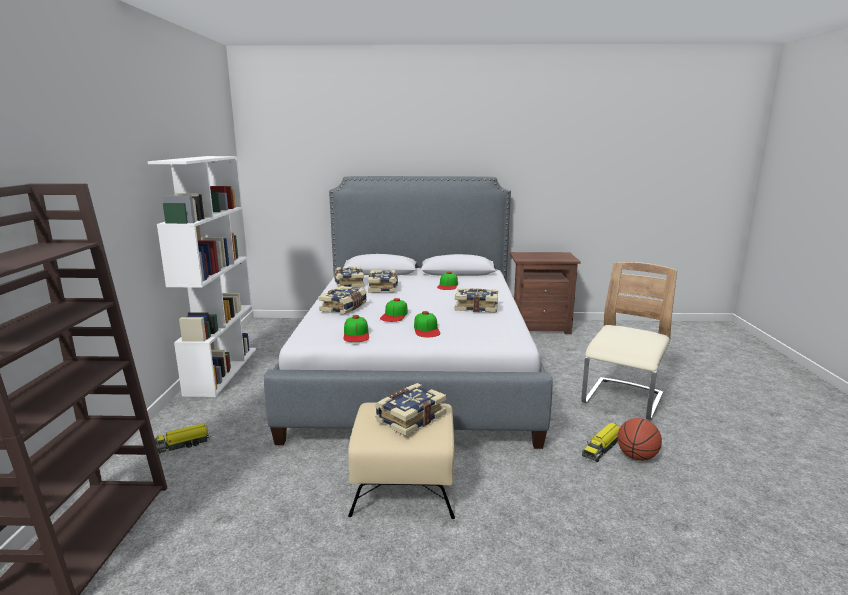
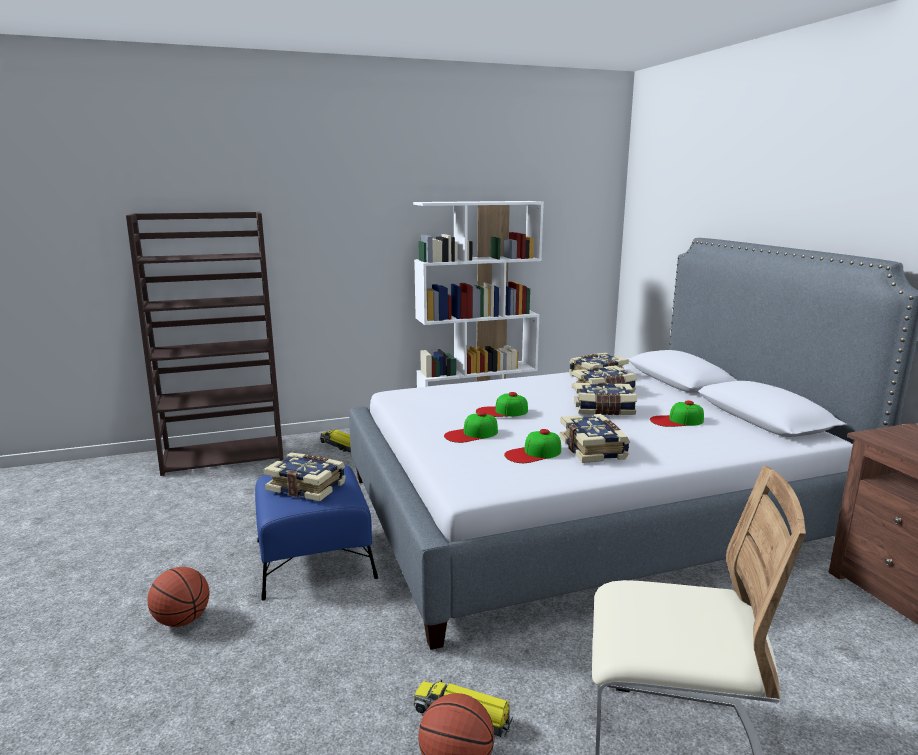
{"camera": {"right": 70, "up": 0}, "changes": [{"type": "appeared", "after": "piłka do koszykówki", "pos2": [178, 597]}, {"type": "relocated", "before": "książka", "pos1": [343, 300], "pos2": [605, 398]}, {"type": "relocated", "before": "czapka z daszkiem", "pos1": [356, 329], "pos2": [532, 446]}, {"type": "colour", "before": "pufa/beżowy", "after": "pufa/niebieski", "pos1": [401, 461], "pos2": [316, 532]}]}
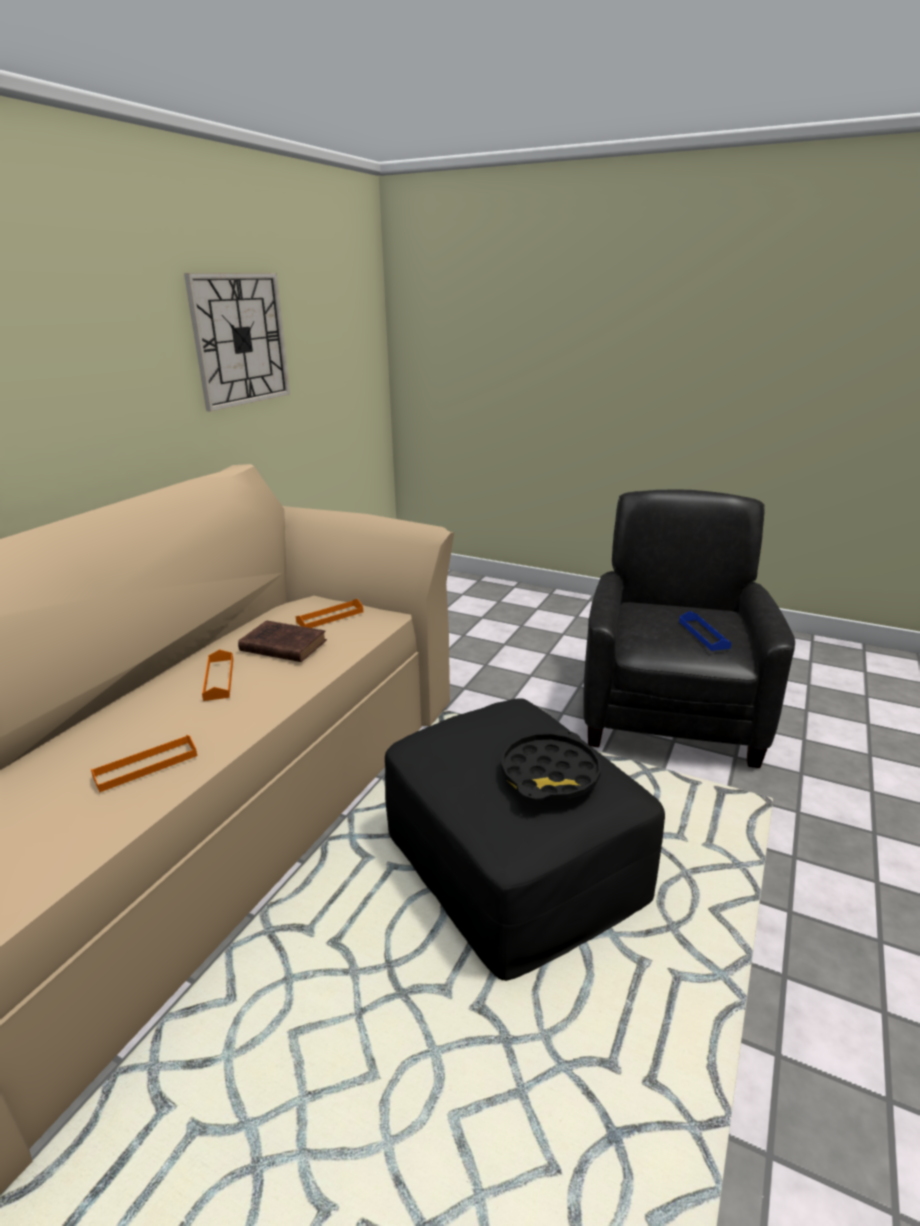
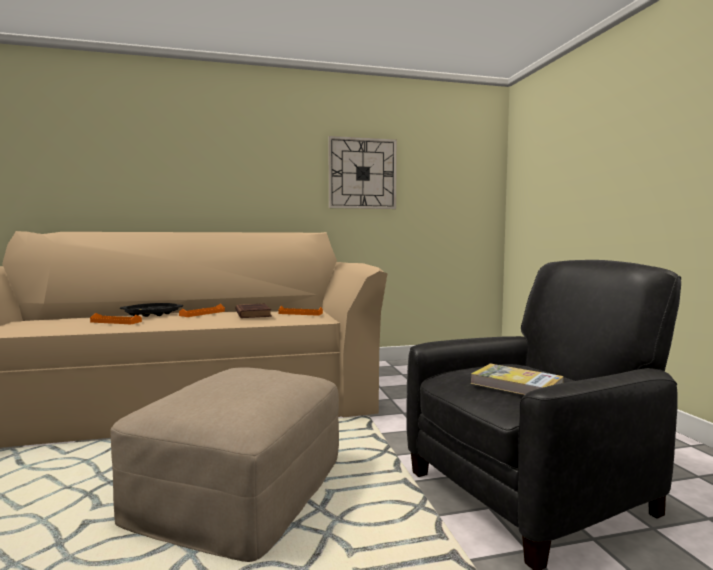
{"camera": {"right": 50, "up": -20}, "changes": [{"type": "relocated", "before": "taca/czarny", "pos1": [551, 765], "pos2": [151, 310]}, {"type": "exchanged", "before": "taca/niebieski", "after": "książka", "pos1": [705, 631], "pos2": [517, 379]}, {"type": "colour", "before": "pufa/czarny", "after": "pufa/beżowy", "pos1": [525, 839], "pos2": [224, 464]}]}
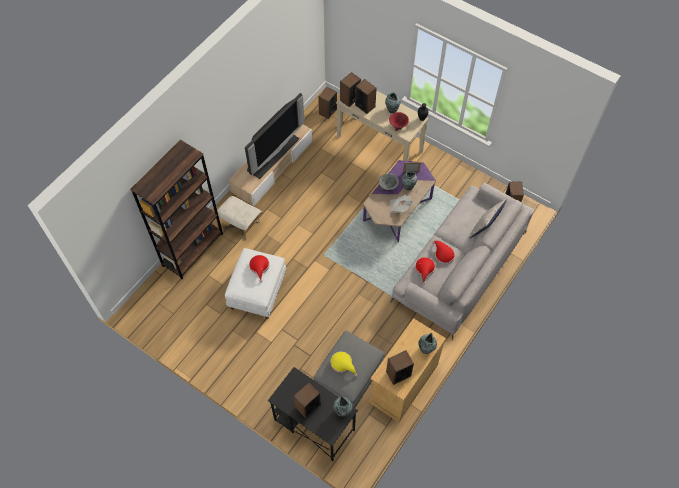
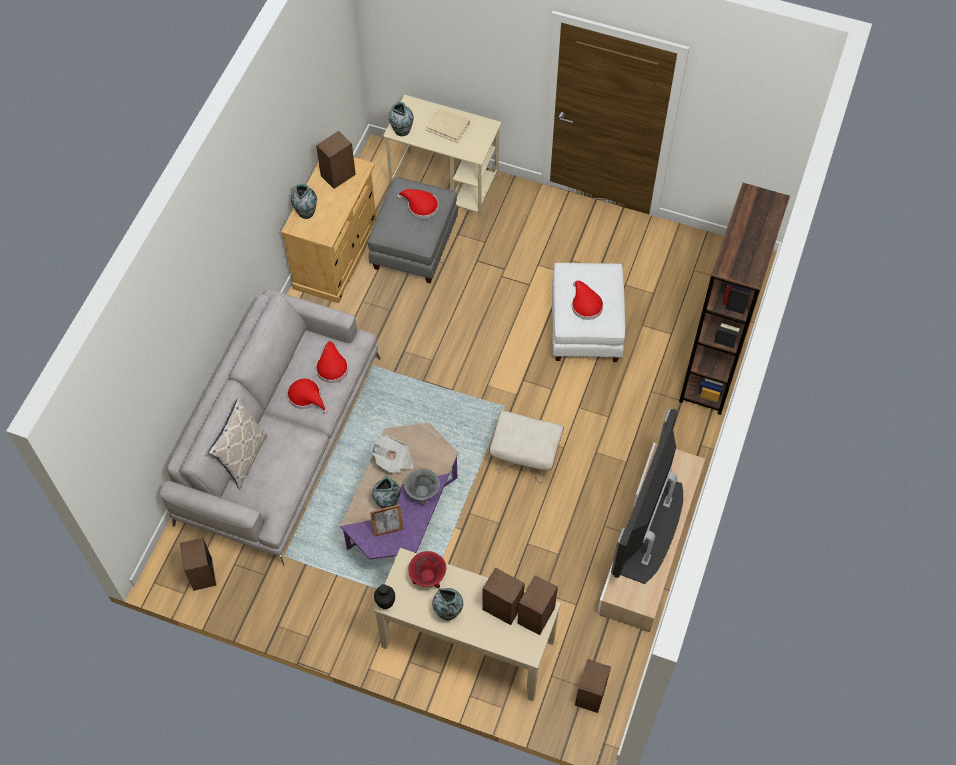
{"camera": {"right": 165, "up": 0}, "changes": [{"type": "relocated", "before": "pufa/beżowy", "pos1": [239, 218], "pos2": [526, 447]}, {"type": "exchanged", "before": "głośnik", "after": "książka/beżowy", "pos1": [307, 400], "pos2": [448, 125]}, {"type": "colour", "before": "biurko/czarny", "after": "biurko/beżowy", "pos1": [313, 414], "pos2": [442, 155]}, {"type": "colour", "before": "kapelusz/żółty", "after": "kapelusz/czerwony", "pos1": [343, 364], "pos2": [417, 204]}]}
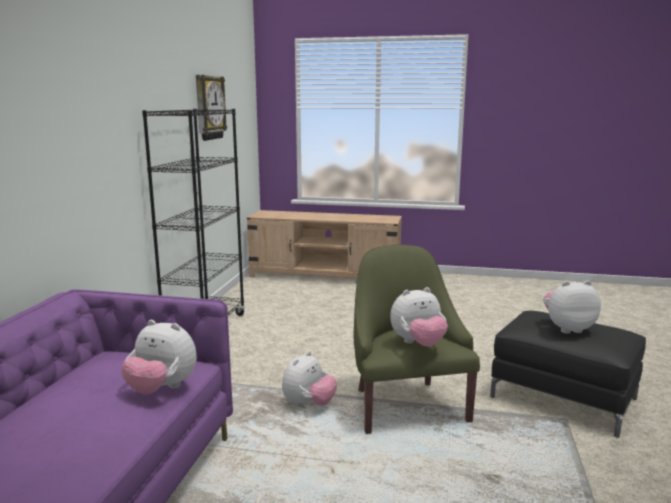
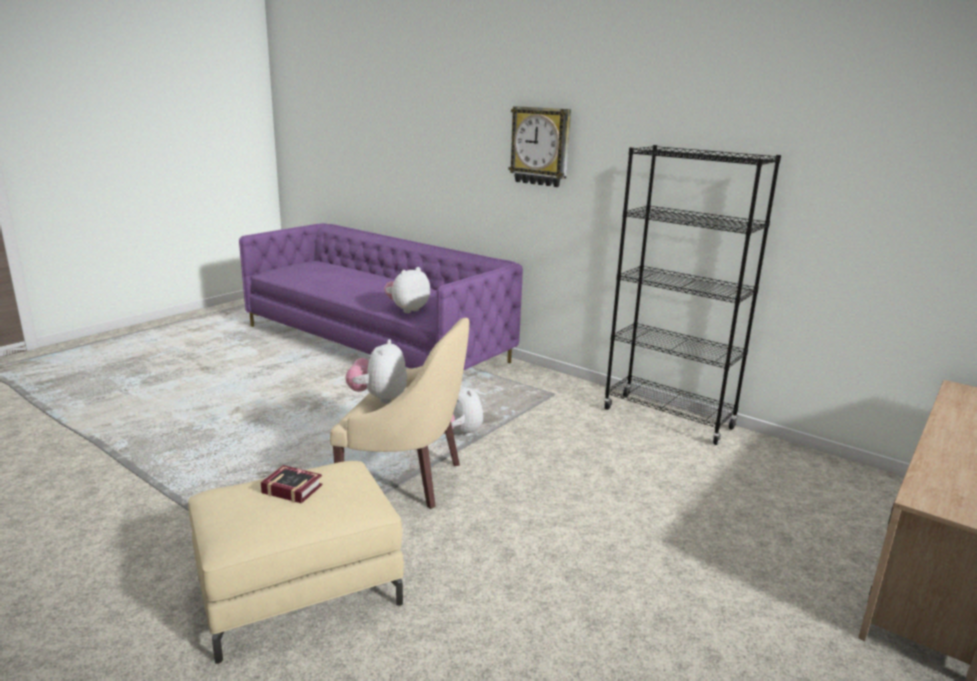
{"camera": {"right": 115, "up": 5}, "changes": [{"type": "relocated", "before": "zegar ścienny", "pos1": [211, 108], "pos2": [540, 146]}, {"type": "exchanged", "before": "pluszak", "after": "książka", "pos1": [572, 307], "pos2": [292, 484]}, {"type": "colour", "before": "fotel/zielony", "after": "fotel/beżowy", "pos1": [416, 339], "pos2": [399, 413]}, {"type": "colour", "before": "pufa/czarny", "after": "pufa/beżowy", "pos1": [568, 374], "pos2": [296, 562]}]}
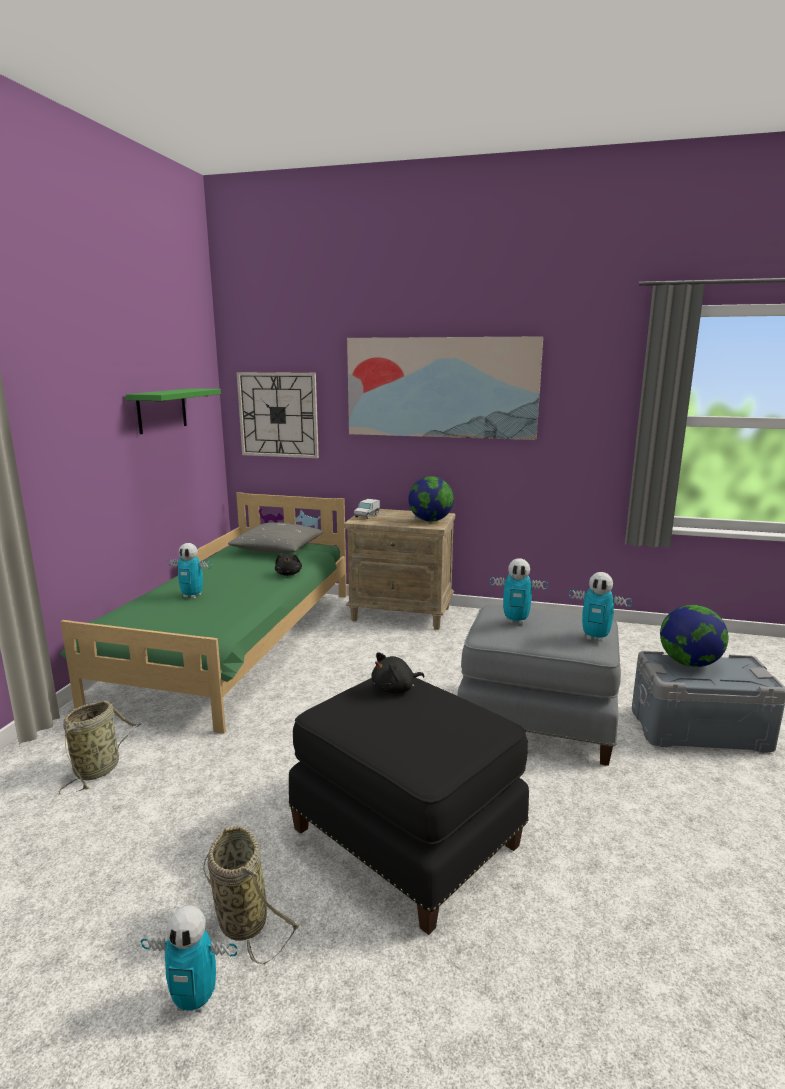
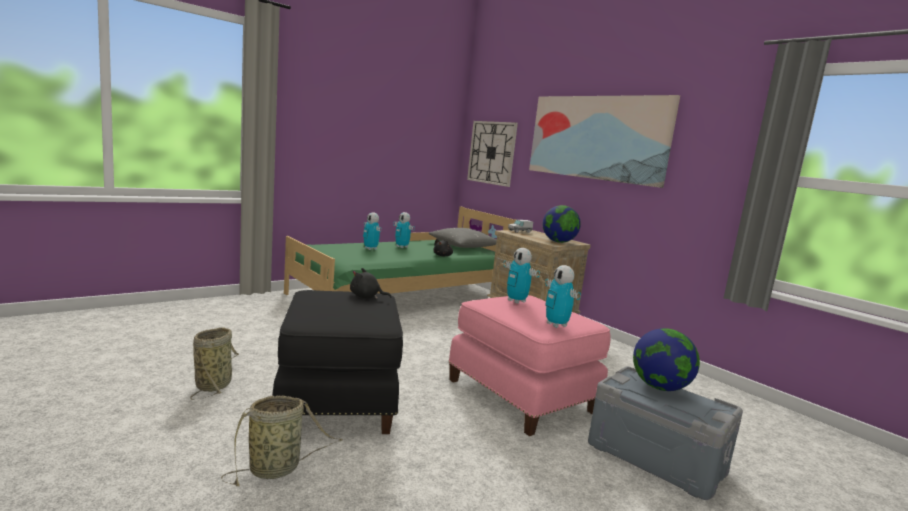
{"camera": {"right": 35, "up": -5}, "changes": [{"type": "missing", "before": "półka/zielony", "pos1": [173, 411]}, {"type": "relocated", "before": "koszyk", "pos1": [99, 747], "pos2": [282, 440]}, {"type": "relocated", "before": "robot zabawkowy", "pos1": [189, 959], "pos2": [404, 230]}, {"type": "colour", "before": "pufa/szary", "after": "pufa/różowy", "pos1": [539, 685], "pos2": [530, 365]}]}
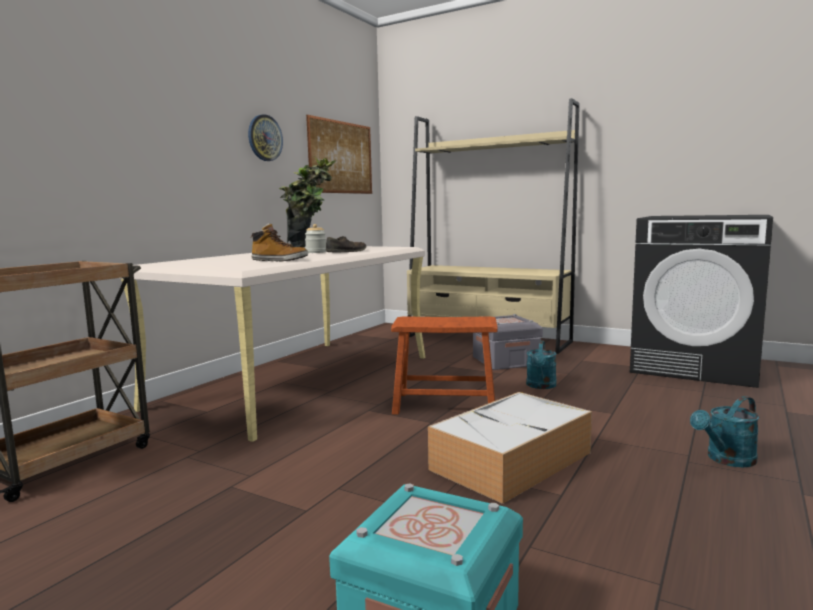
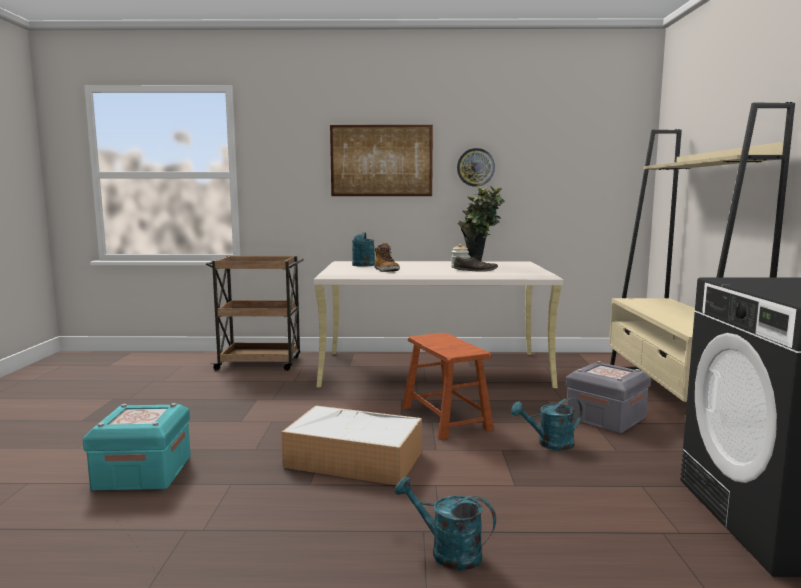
{"camera": {"right": 60, "up": 0}, "changes": [{"type": "appeared", "after": "konewka/turkusowy", "pos2": [363, 249]}, {"type": "relocated", "before": "obraz", "pos1": [339, 154], "pos2": [381, 160]}]}
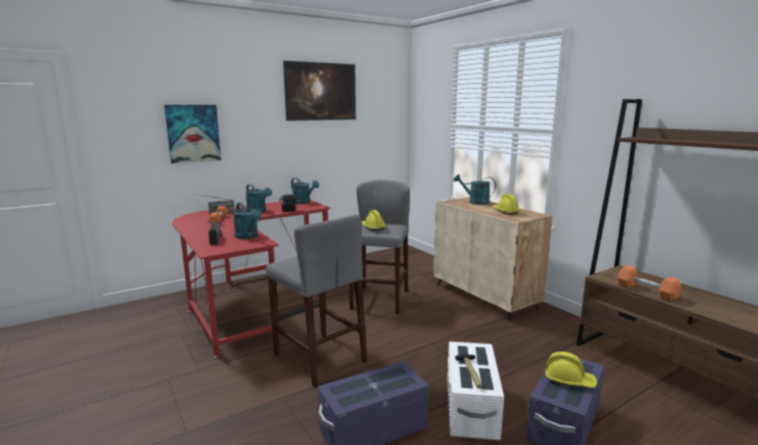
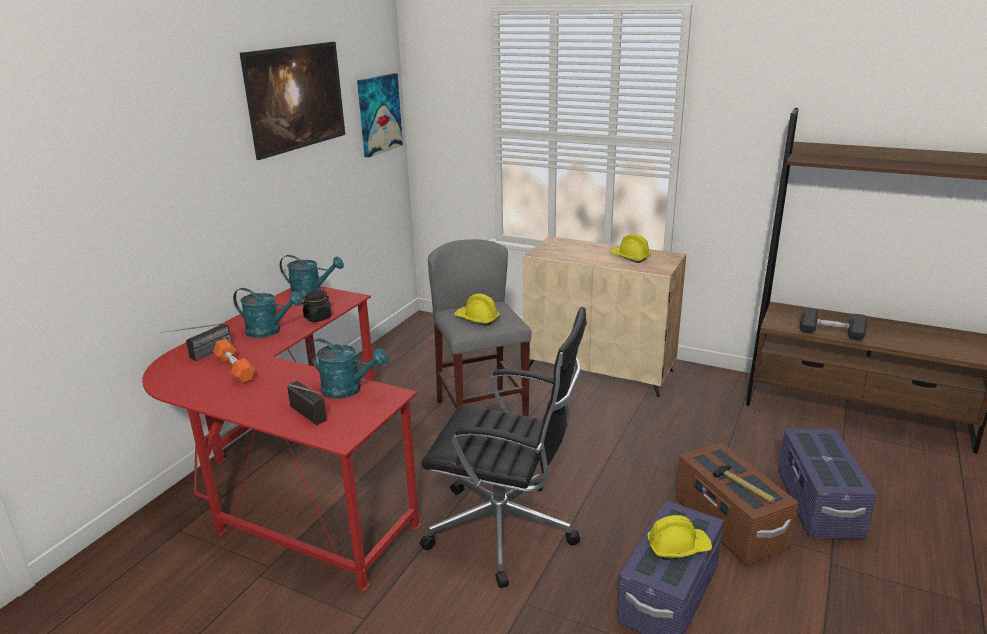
{"camera": {"right": -30, "up": 10}, "changes": [{"type": "missing", "before": "konewka/turkusowy", "pos1": [475, 189]}, {"type": "relocated", "before": "obraz", "pos1": [192, 134], "pos2": [380, 115]}, {"type": "relocated", "before": "kask/żółty", "pos1": [571, 370], "pos2": [679, 537]}, {"type": "exchanged", "before": "stołek/szary", "after": "krzesło biurowe/czarny", "pos1": [316, 300], "pos2": [503, 447]}, {"type": "colour", "before": "pojemnik do przechowywania/biały", "after": "pojemnik do przechowywania/brązowy", "pos1": [475, 391], "pos2": [737, 503]}, {"type": "colour", "before": "hantel/pomarańczowy", "after": "hantel/szary", "pos1": [649, 283], "pos2": [834, 324]}]}
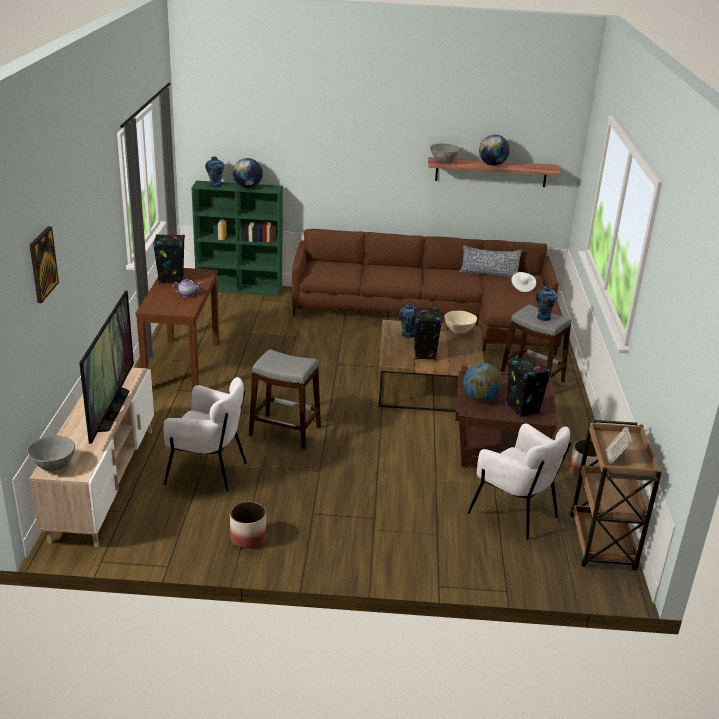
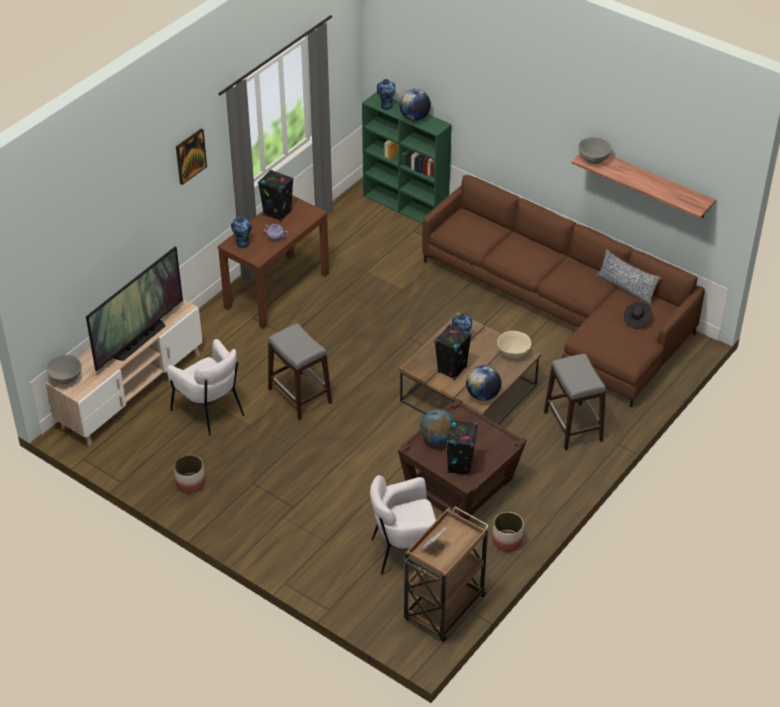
{"camera": {"right": 35, "up": 15}, "changes": [{"type": "relocated", "before": "obraz", "pos1": [44, 264], "pos2": [191, 156]}, {"type": "relocated", "before": "globus", "pos1": [494, 150], "pos2": [483, 383]}, {"type": "relocated", "before": "wazon", "pos1": [547, 303], "pos2": [241, 232]}, {"type": "colour", "before": "kapelusz/biały", "after": "kapelusz/czarny", "pos1": [523, 282], "pos2": [638, 315]}, {"type": "spun", "before": "fotel/biały", "pos1": [519, 482], "pos2": [403, 525], "turn": 90}]}
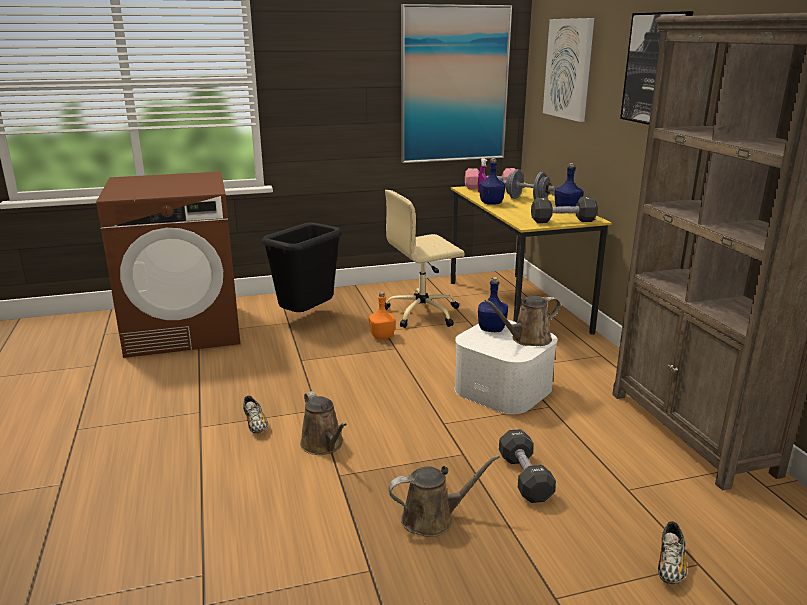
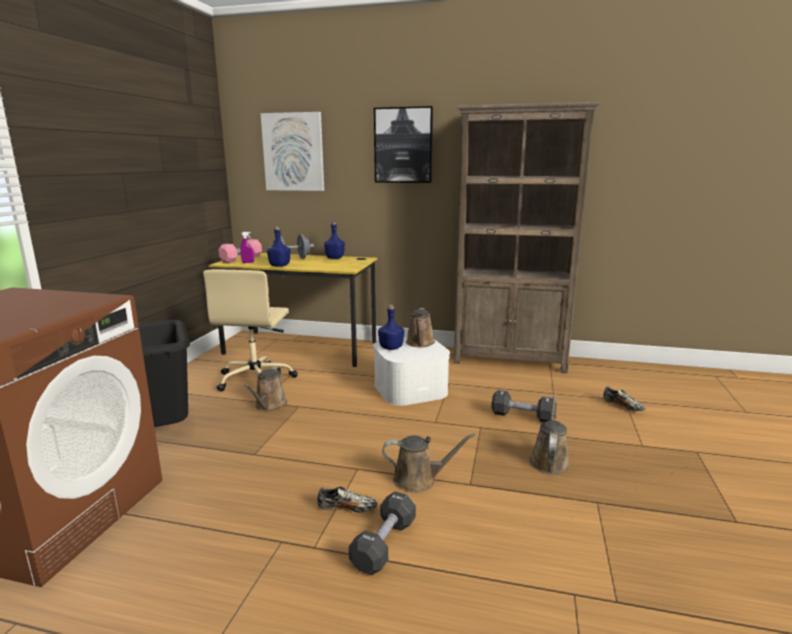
{"camera": {"right": -60, "up": -5}, "changes": [{"type": "missing", "before": "obraz", "pos1": [456, 83]}, {"type": "relocated", "before": "hantel/czarny", "pos1": [564, 210], "pos2": [382, 533]}, {"type": "exchanged", "before": "butelka/pomarańczowy", "after": "konewka/brązowy", "pos1": [382, 315], "pos2": [265, 389]}]}
